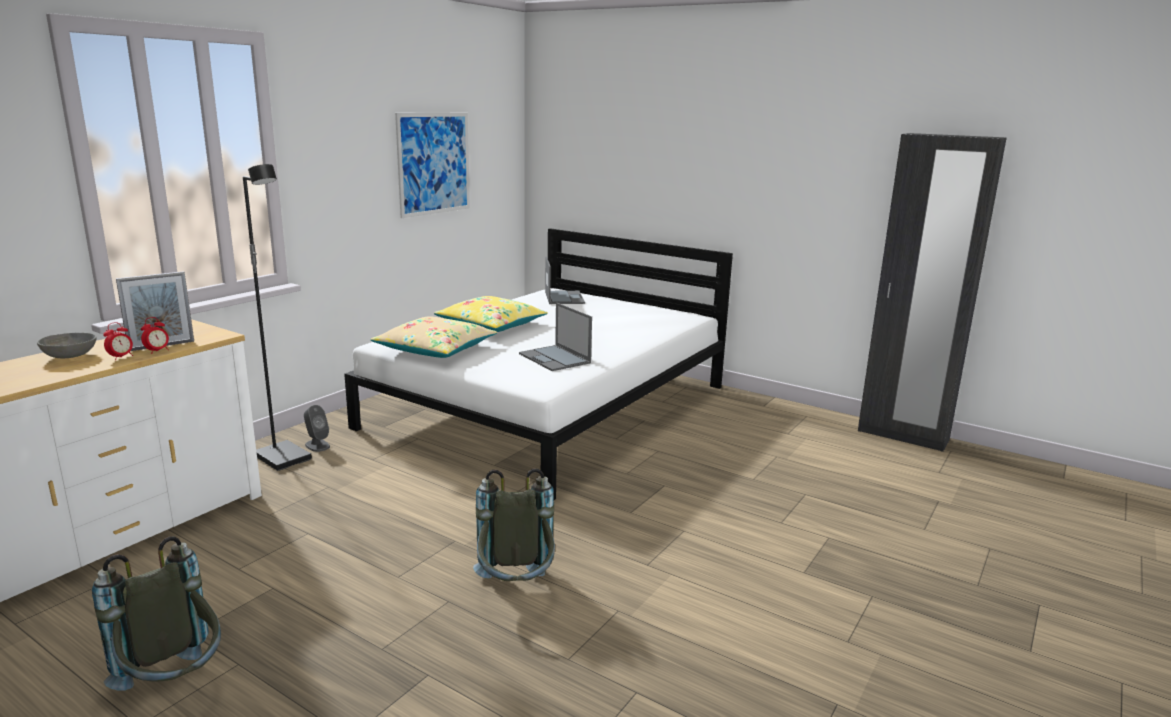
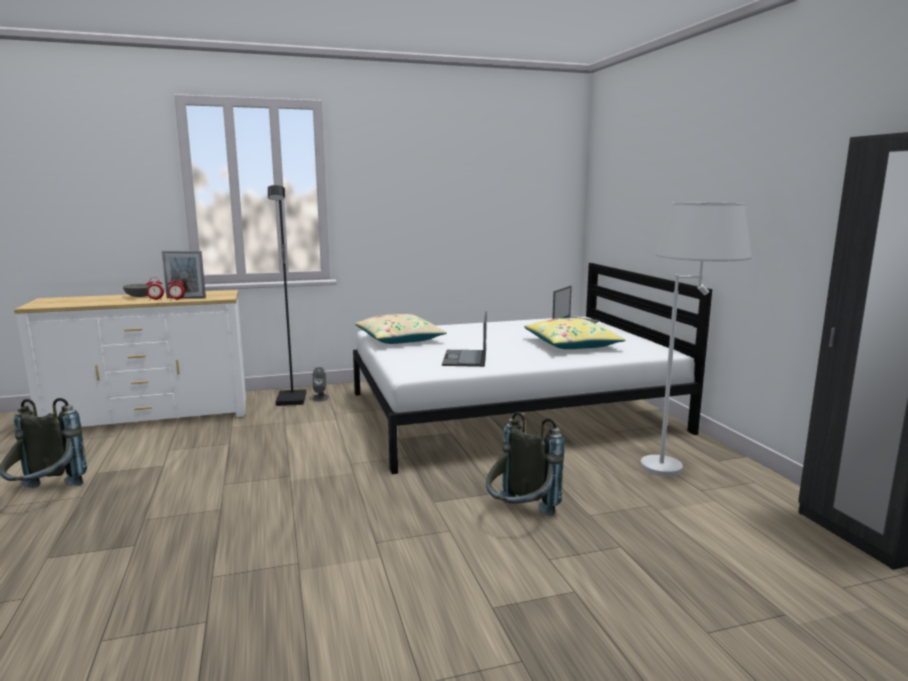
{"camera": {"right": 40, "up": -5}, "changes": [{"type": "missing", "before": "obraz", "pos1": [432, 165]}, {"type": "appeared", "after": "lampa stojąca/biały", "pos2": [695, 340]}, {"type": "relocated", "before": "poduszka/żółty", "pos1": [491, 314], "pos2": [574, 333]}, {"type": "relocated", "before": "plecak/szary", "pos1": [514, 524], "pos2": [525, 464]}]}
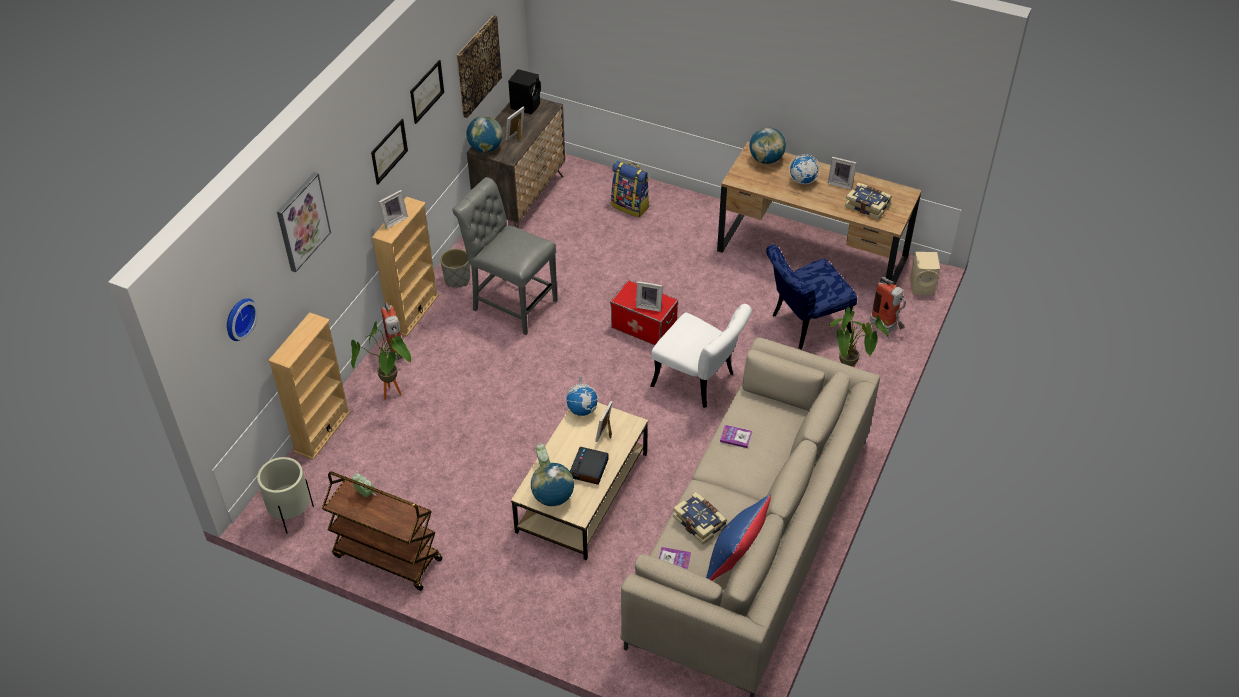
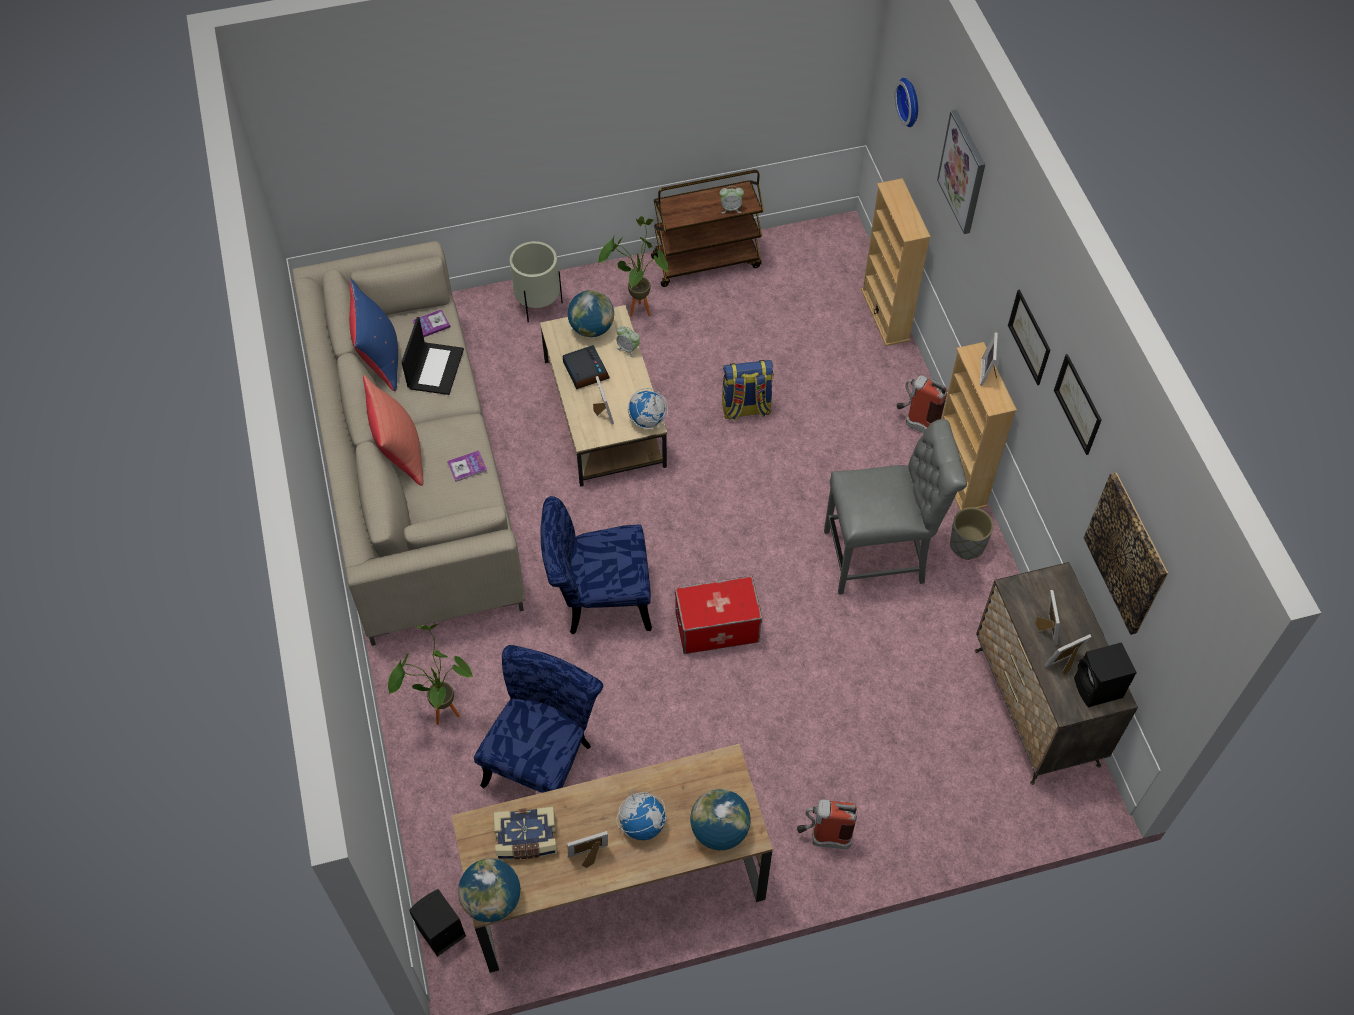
{"camera": {"right": 140, "up": 10}, "changes": [{"type": "appeared", "after": "poduszka/czerwony", "pos2": [393, 430]}, {"type": "relocated", "before": "donica/beżowy", "pos1": [285, 495], "pos2": [536, 282]}, {"type": "relocated", "before": "roślina doniczkowa", "pos1": [381, 360], "pos2": [633, 266]}, {"type": "relocated", "before": "globus", "pos1": [485, 134], "pos2": [489, 890]}, {"type": "relocated", "before": "plecak", "pos1": [630, 189], "pos2": [748, 390]}, {"type": "relocated", "before": "ramka na zdjęcie", "pos1": [649, 296], "pos2": [1068, 654]}, {"type": "relocated", "before": "gaśnica", "pos1": [888, 304], "pos2": [827, 824]}, {"type": "exchanged", "before": "książka", "after": "laptop", "pos1": [700, 518], "pos2": [433, 356]}, {"type": "colour", "before": "krzesło/biały", "after": "krzesło/niebieski", "pos1": [701, 356], "pos2": [596, 565]}, {"type": "colour", "before": "głośnik/beżowy", "after": "głośnik/czarny", "pos1": [925, 273], "pos2": [437, 923]}]}
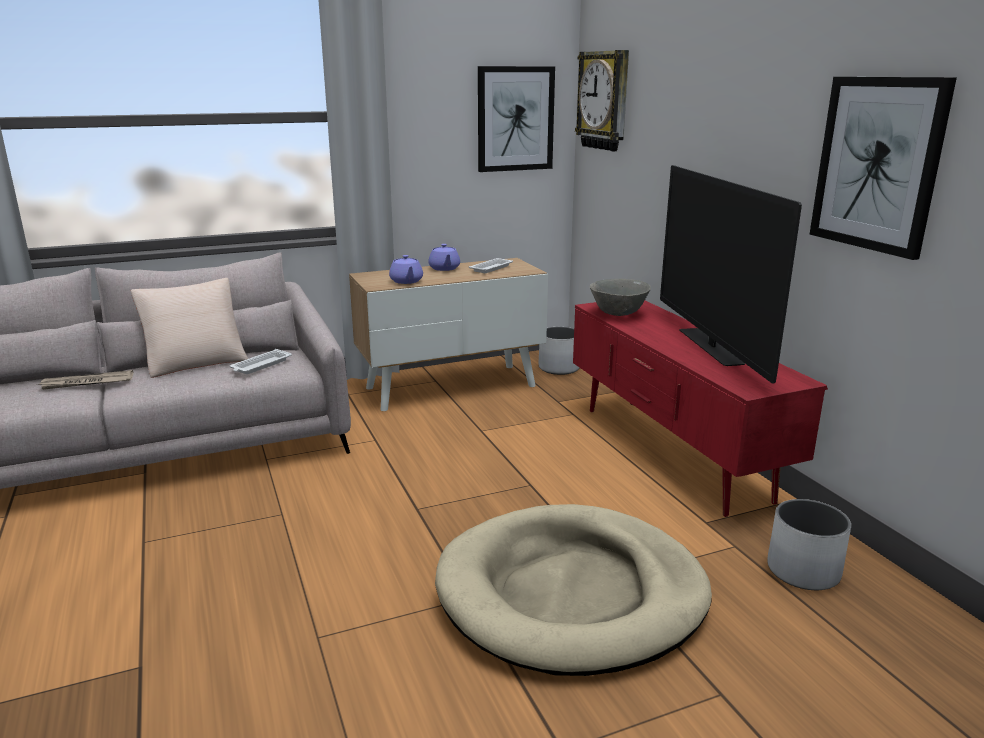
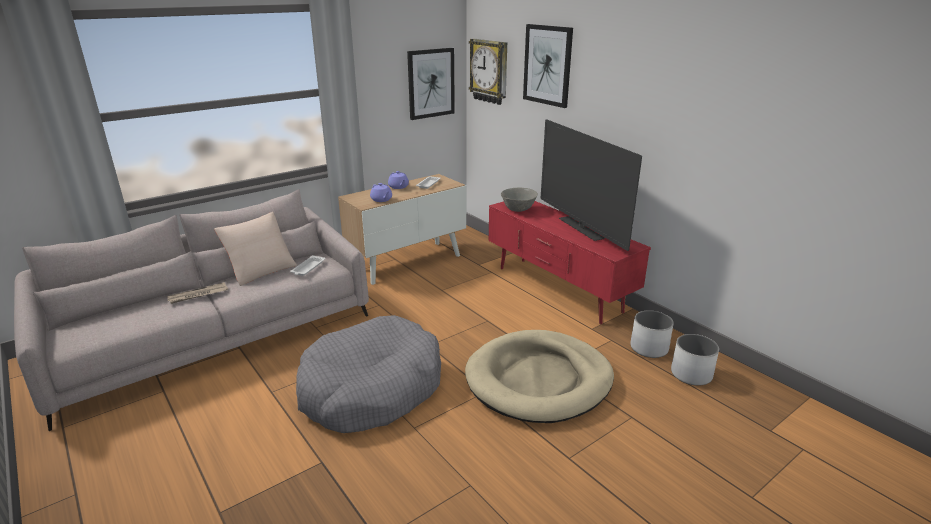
{"camera": {"right": -15, "up": 5}, "changes": [{"type": "appeared", "after": "legowisko/szary", "pos2": [368, 374]}, {"type": "relocated", "before": "donica/biały", "pos1": [559, 351], "pos2": [695, 360]}, {"type": "relocated", "before": "obraz", "pos1": [883, 168], "pos2": [548, 66]}]}
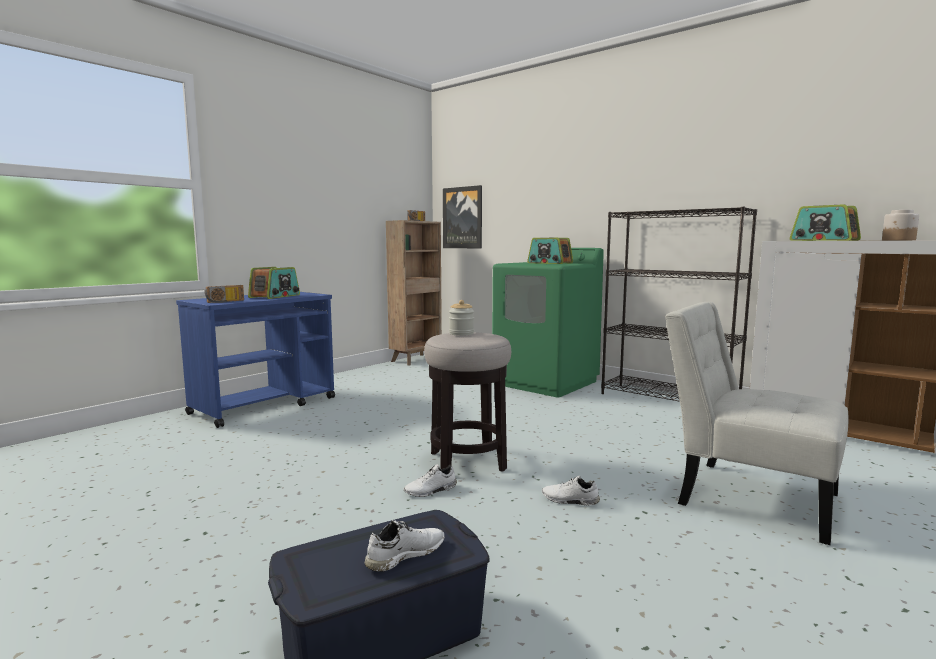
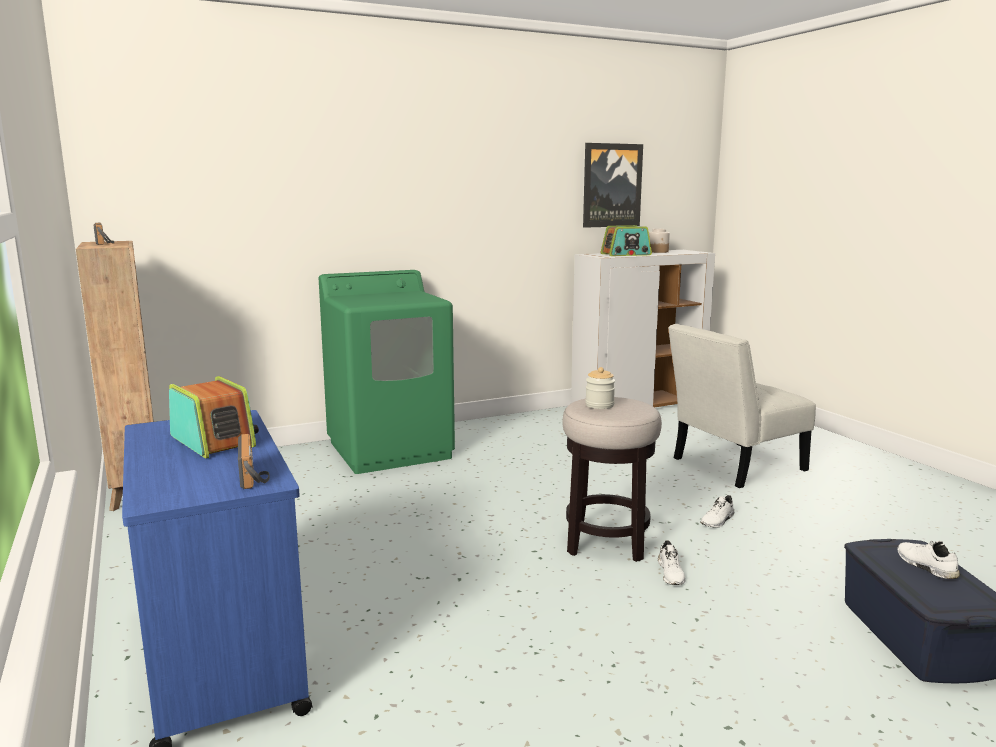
{"camera": {"right": -65, "up": 5}, "changes": [{"type": "missing", "before": "radio", "pos1": [550, 251]}, {"type": "missing", "before": "regał/czarny", "pos1": [679, 304]}, {"type": "relocated", "before": "obraz", "pos1": [462, 216], "pos2": [613, 185]}]}
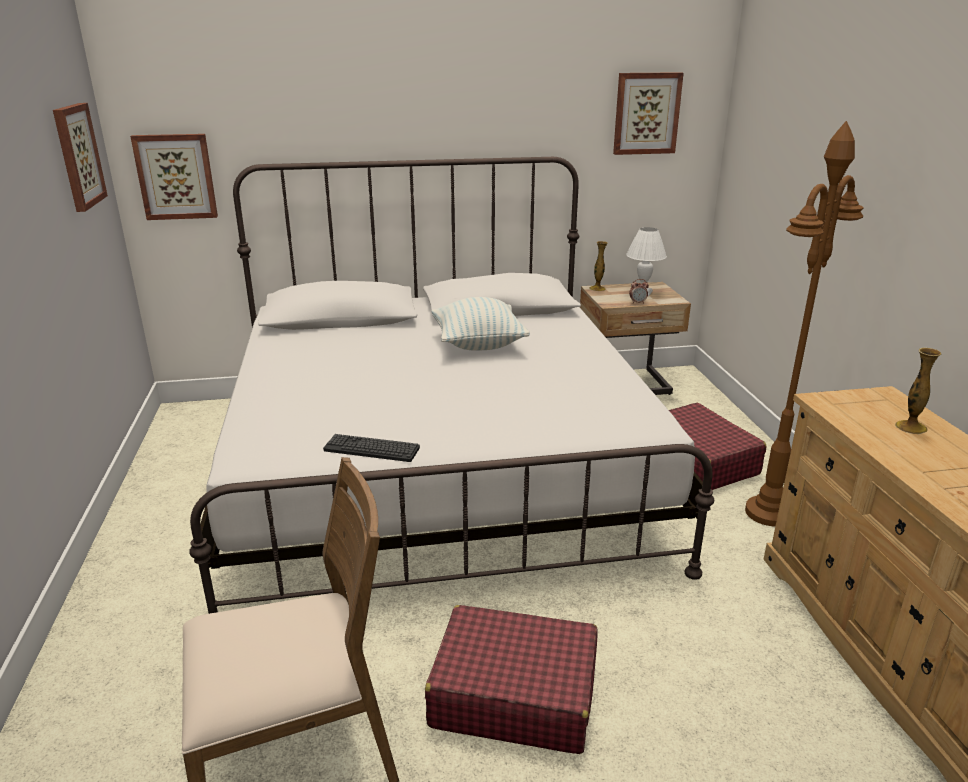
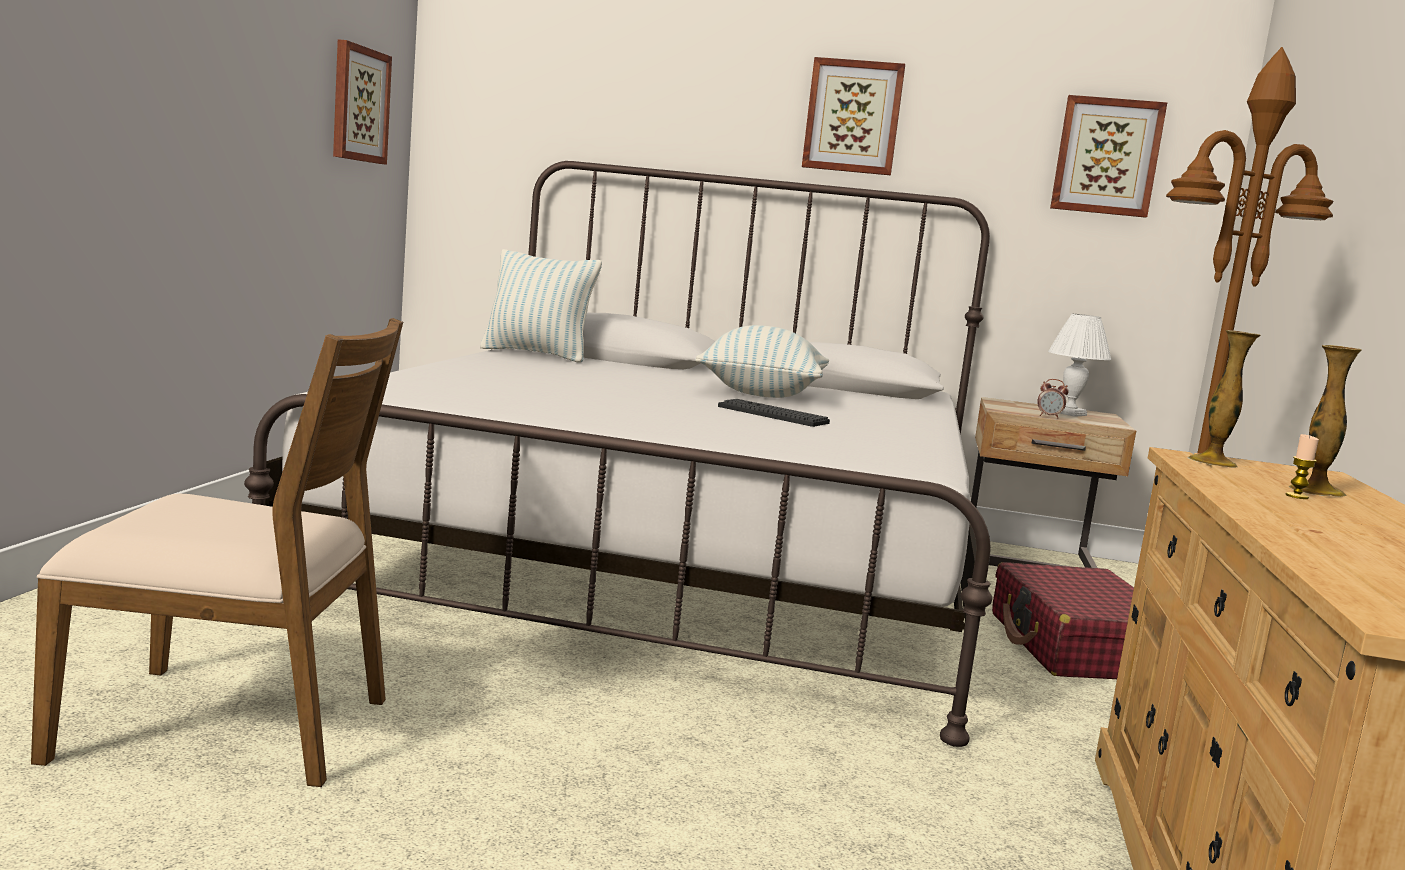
{"camera": {"right": 20, "up": -15}, "changes": [{"type": "missing", "before": "walizka/czerwony", "pos1": [511, 679]}, {"type": "appeared", "after": "poduszka", "pos2": [541, 306]}, {"type": "appeared", "after": "świeca", "pos2": [1302, 466]}, {"type": "relocated", "before": "obraz", "pos1": [174, 177], "pos2": [853, 116]}, {"type": "relocated", "before": "klawiatura", "pos1": [371, 448], "pos2": [774, 413]}, {"type": "relocated", "before": "wazon", "pos1": [598, 266], "pos2": [1224, 399]}]}
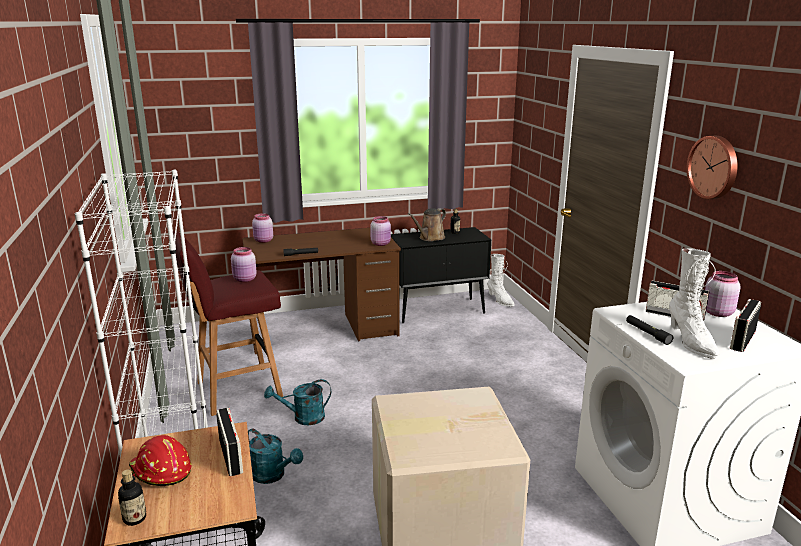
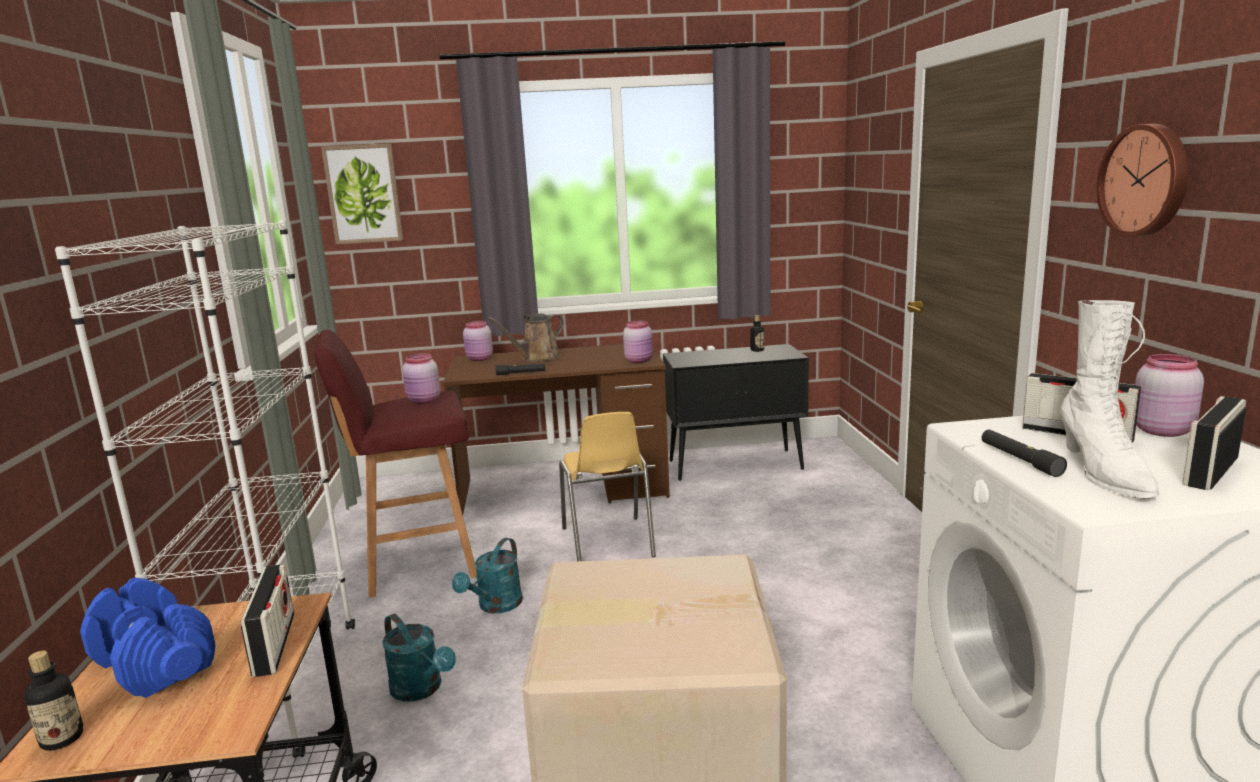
{"camera": {"right": 10, "up": -5}, "changes": [{"type": "missing", "before": "but z cholewką/biały", "pos1": [500, 280]}, {"type": "appeared", "after": "obraz", "pos2": [362, 193]}, {"type": "appeared", "after": "krzesło/żółty", "pos2": [607, 486]}, {"type": "relocated", "before": "konewka/brązowy", "pos1": [427, 224], "pos2": [526, 337]}, {"type": "exchanged", "before": "kask/czerwony", "after": "hantel/niebieski", "pos1": [160, 460], "pos2": [148, 638]}, {"type": "spun", "before": "konewka/turkusowy", "pos1": [297, 402], "pos2": [487, 575], "turn": -60}]}
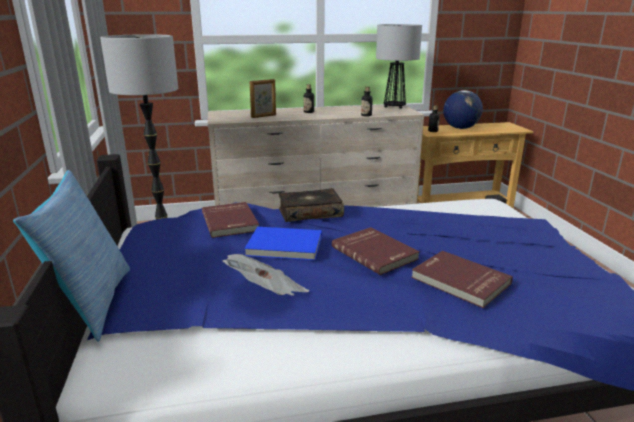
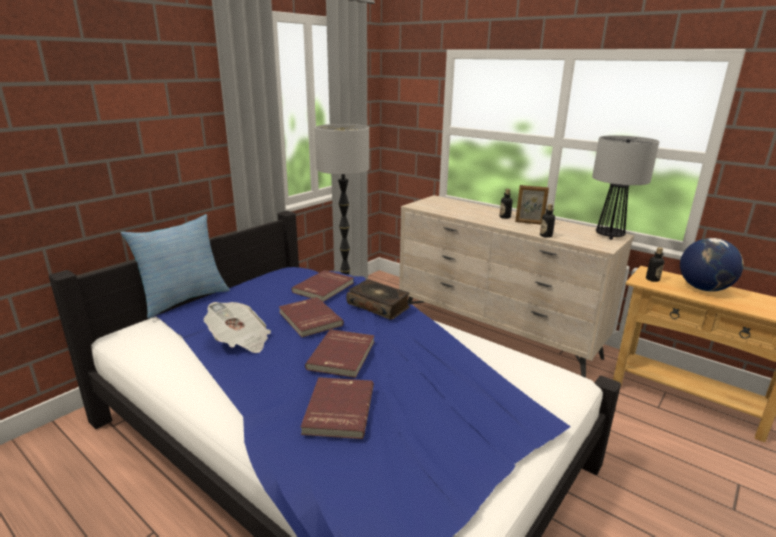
{"camera": {"right": 50, "up": 0}, "changes": [{"type": "relocated", "before": "ramka na zdjęcie", "pos1": [262, 98], "pos2": [532, 205]}, {"type": "colour", "before": "książka/niebieski", "after": "książka/czerwony", "pos1": [283, 243], "pos2": [311, 317]}]}
